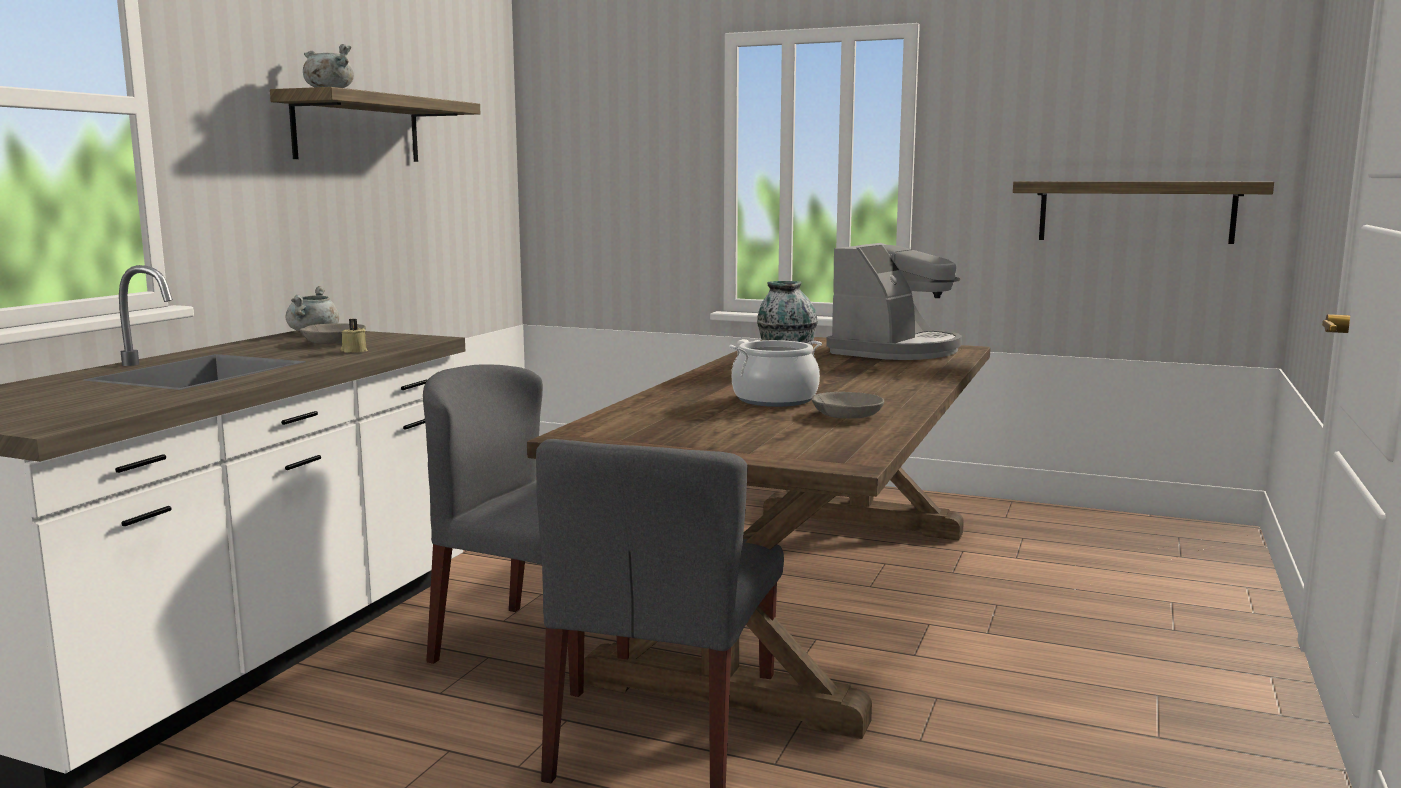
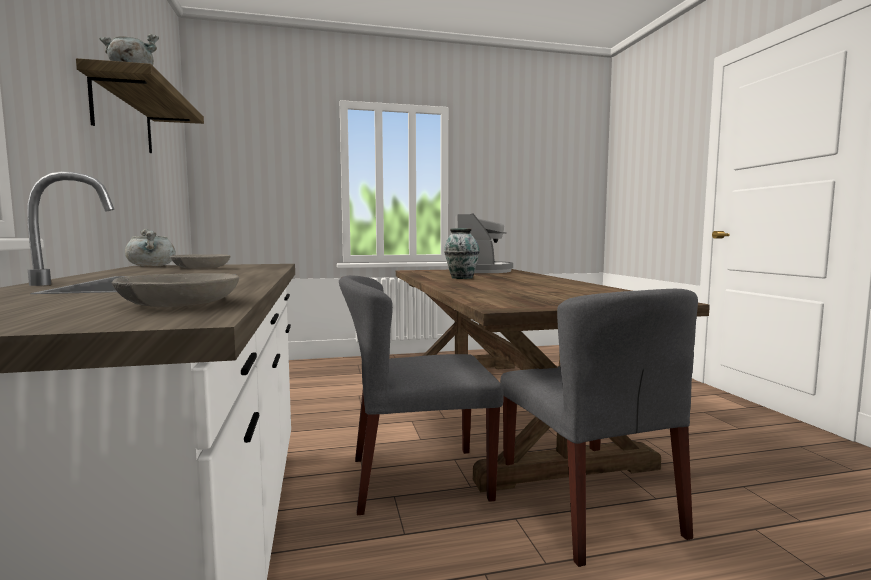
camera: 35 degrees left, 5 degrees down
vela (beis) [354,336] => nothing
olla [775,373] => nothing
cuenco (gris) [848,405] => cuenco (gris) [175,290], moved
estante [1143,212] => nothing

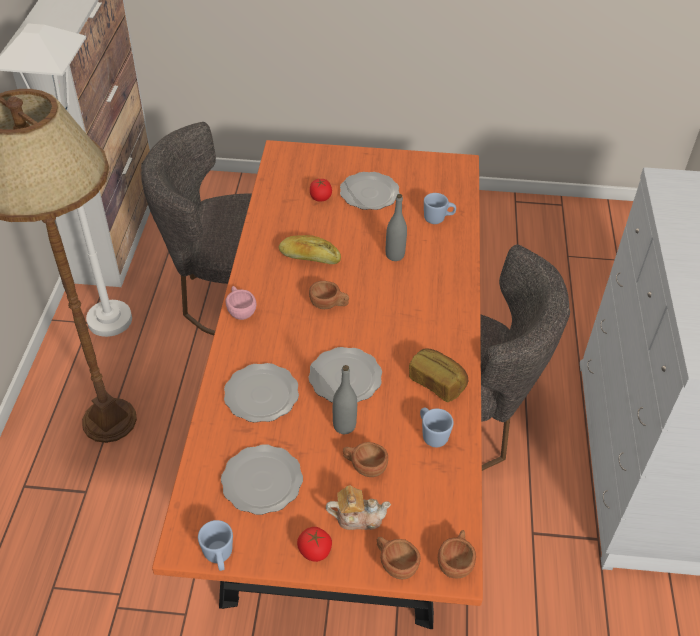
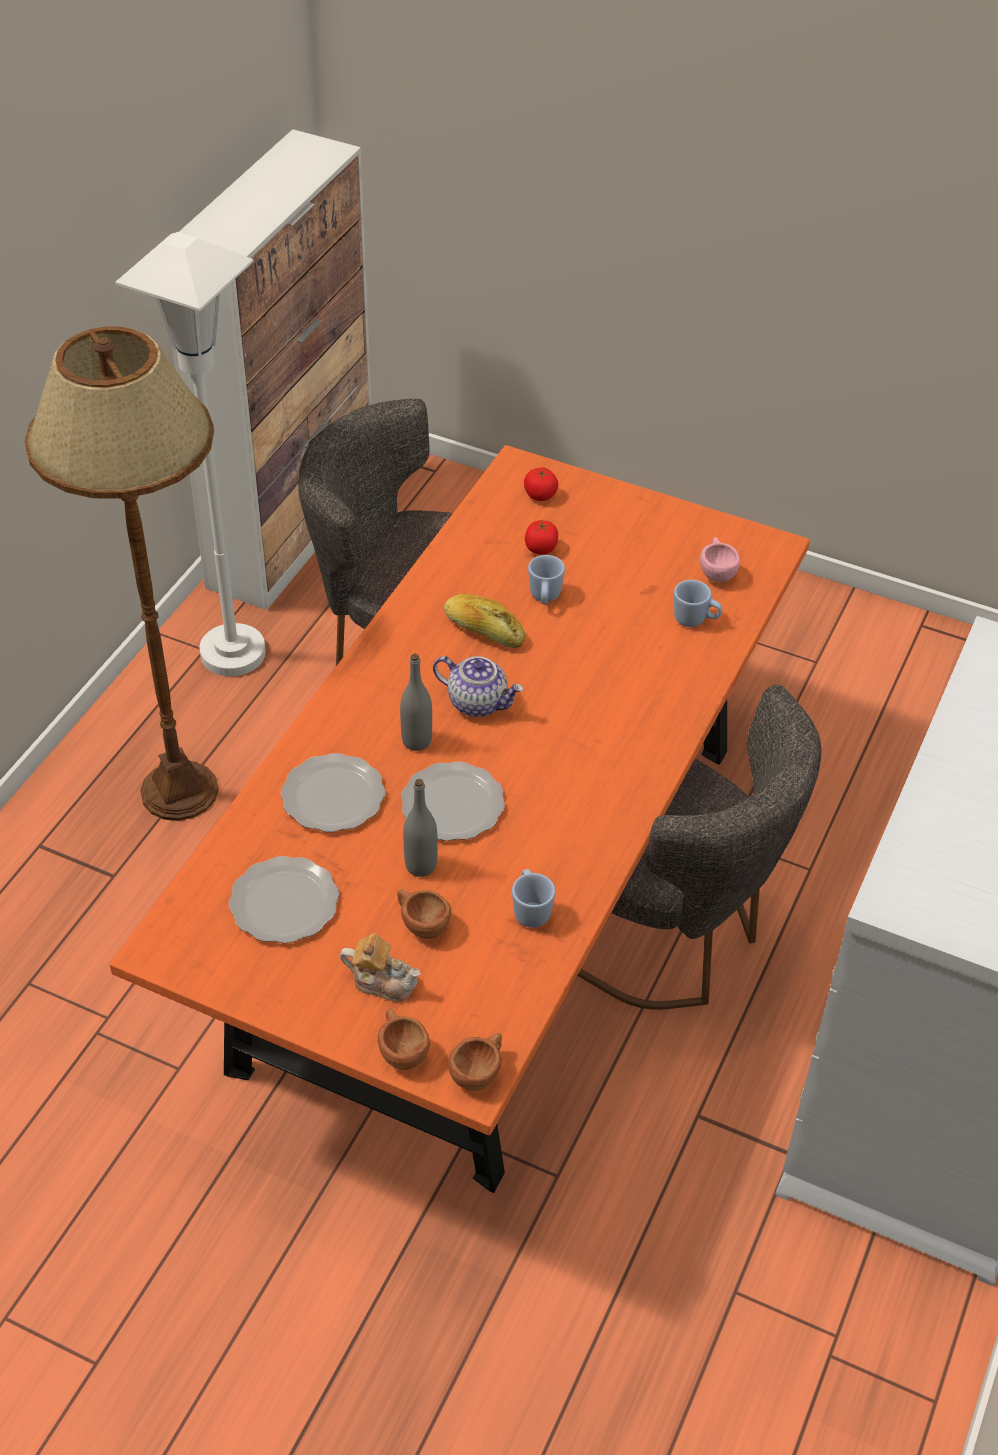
camera: 20 degrees right, 0 degrees up
taza grande (azul) [215,545] => taza grande (azul) [546,579], moved
taza (rosa) [241,303] => taza (rosa) [720,559], moved
tomate [314,544] => tomate [541,484], moved
taza (marrón) [329,295] => tetera [478,686]
plato [370,191] => nothing
botella (gris) [396,227] => botella (gris) [416,702], moved
pan [438,375] => nothing

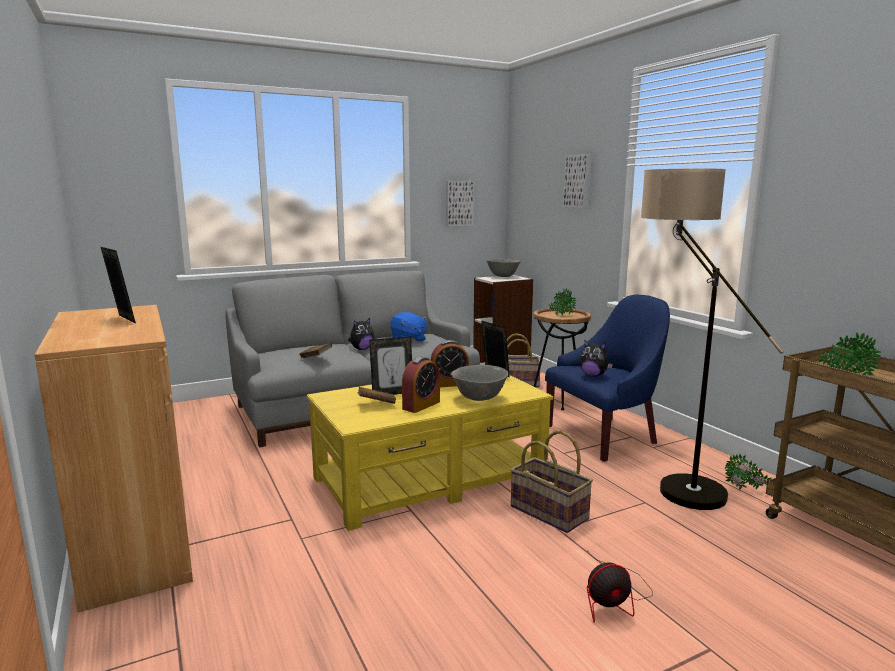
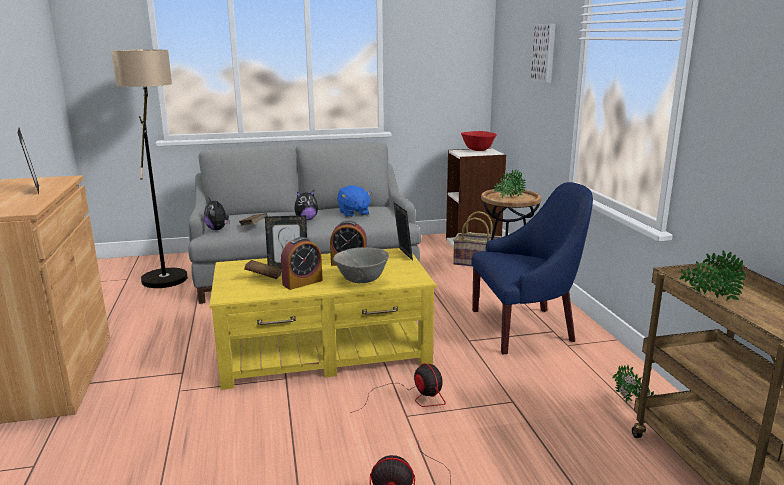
camera: 15 degrees right, 5 degrees up
cuadro [460,204] => nothing
cuenco (gris) [503,267] => cuenco (rojo) [479,141]
cesta [551,481] => ventilador [398,388]
peluche [596,358] => peluche [216,213], moved
lámpara de pie [712,339] => lámpara de pie [149,168], moved

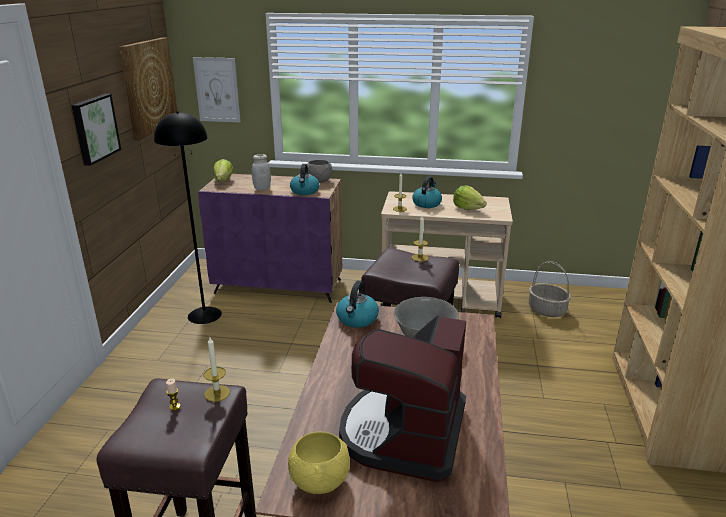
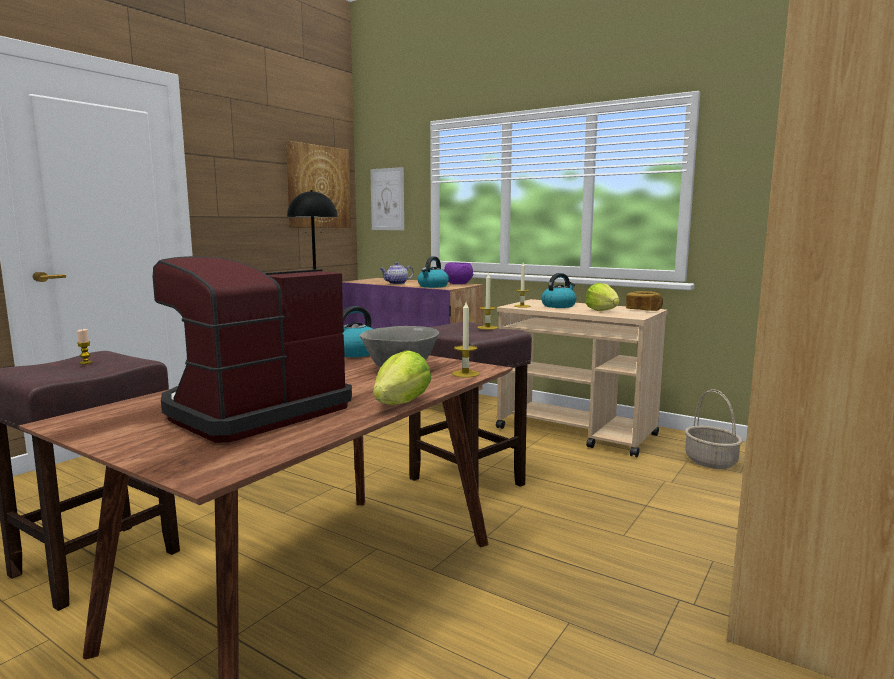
camera: 25 degrees right, 15 degrees down
cuadro [96,130] => nothing
vela [216,369] => vela [465,340], moved
lechuga [223,170] => lechuga [402,377], moved
tarro (blanco) [261,172] => tetera [397,273]
cuenco (amarillo) [319,463] => nothing
cuenco (gris) [320,171] => cuenco (morado) [458,273]
nothing => pan [644,301]

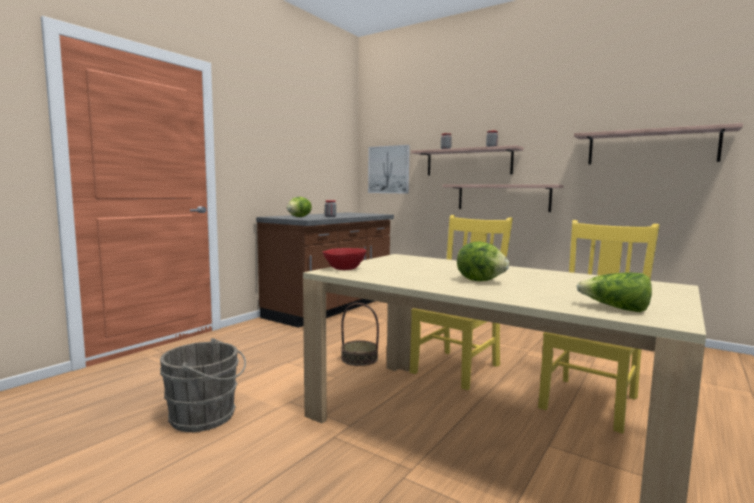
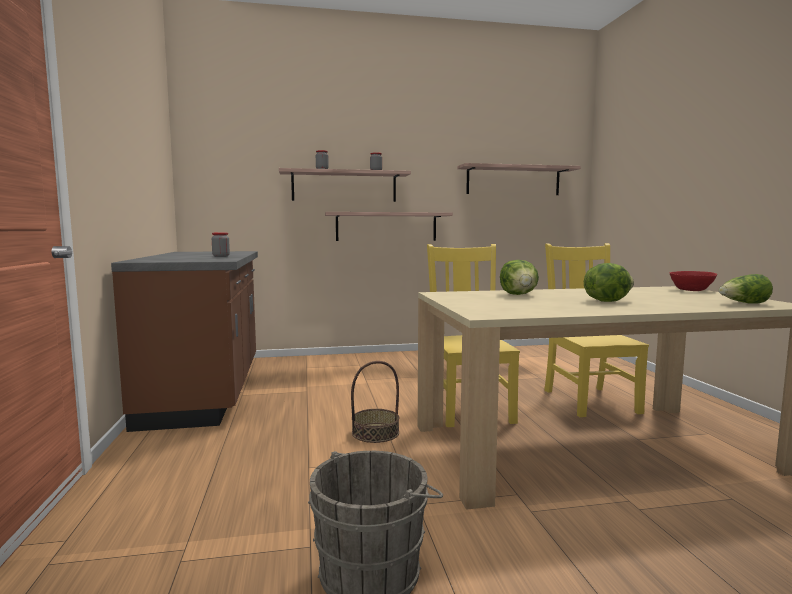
camera: 45 degrees left, 0 degrees up
lechuga [299,207] => lechuga [519,277], moved
cuenco (rojo) [344,259] => cuenco (rojo) [693,281], moved
cuadro [389,169] => nothing

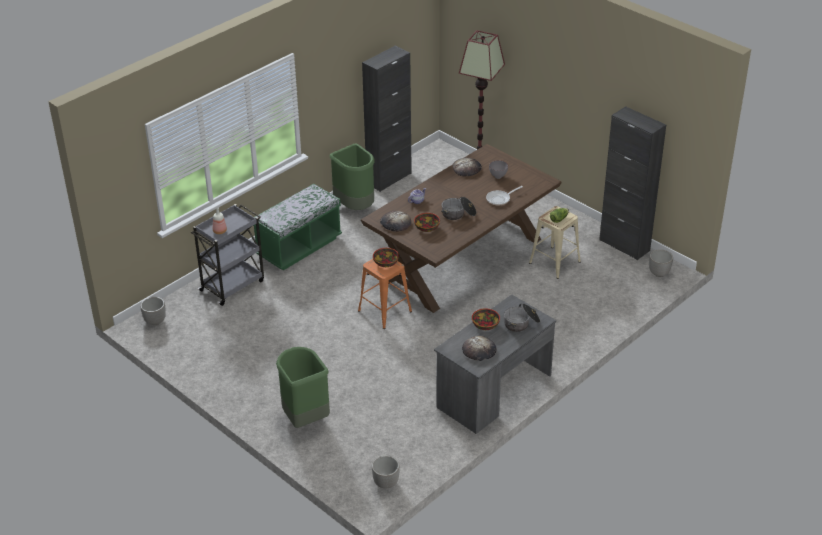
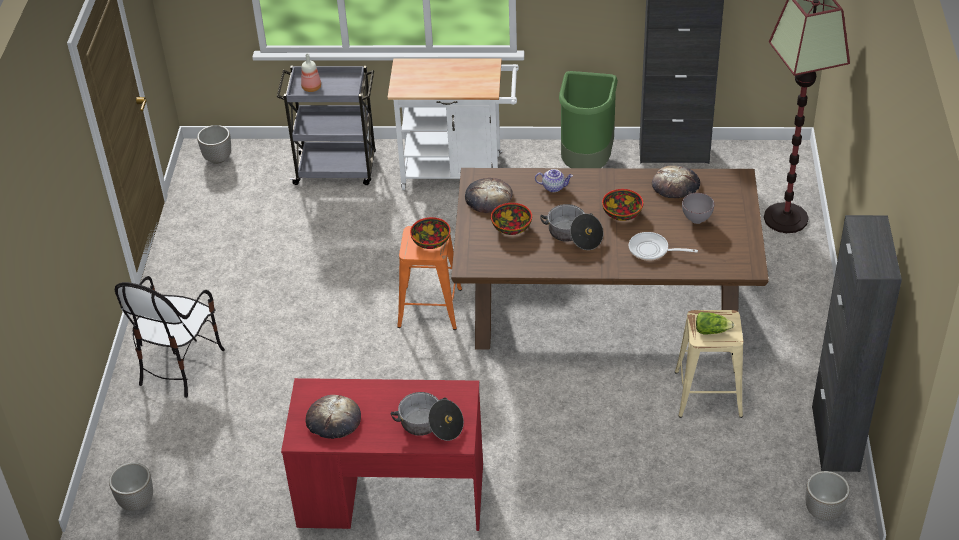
camera: 50 degrees right, 5 degrees up
banco (verde) [297,227] => carrito (blanco) [453,124]
papelera (verde) [303,387] => silla [170,337]
escritorio (gris) [495,364] => escritorio (rojo) [382,454]
cuenco [486,319] => cuenco [622,205], moved

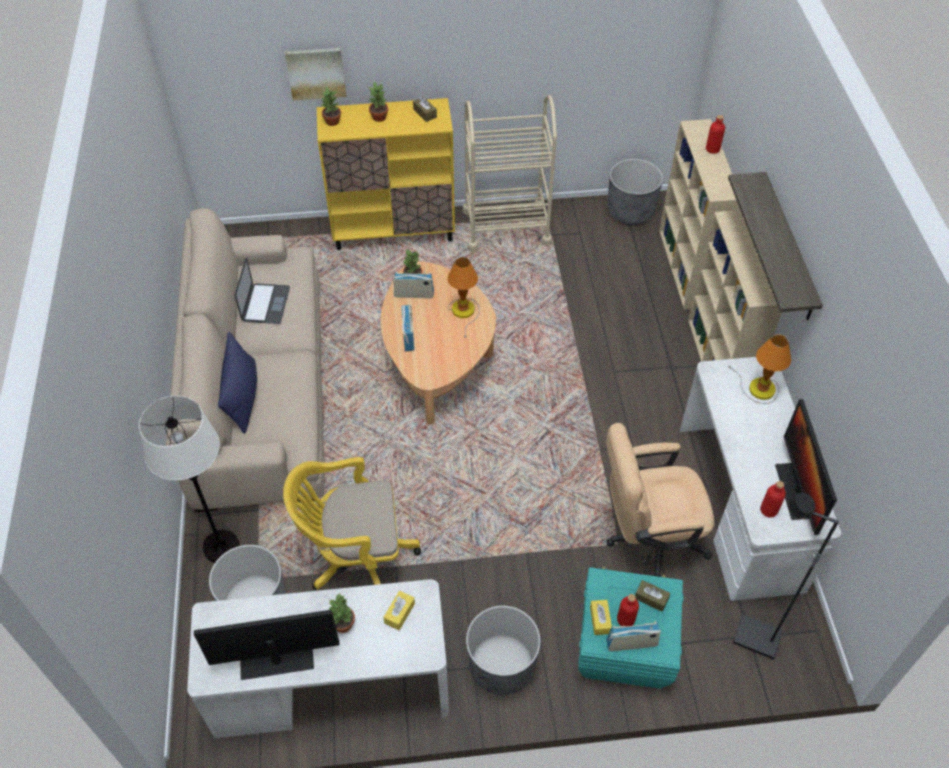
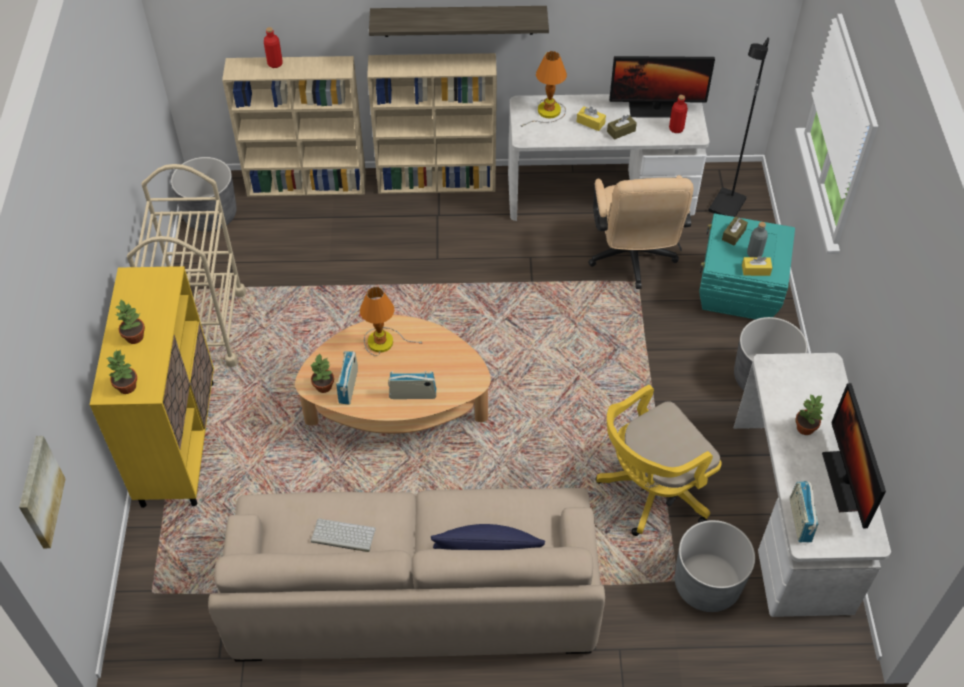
camera: 85 degrees left, 0 degrees up
lámpara de pie (blanco) [189,479] => nothing
portátil [262,291] => teclado [343,535]
silla de oficina (amarillo) [352,523] => silla de oficina (amarillo) [658,460], 60 degrees clockwise
cuadro [315,74] => cuadro [42,492], moved
caja de pañuelos (amarillo) [399,610] => caja de pañuelos (amarillo) [591,118], moved
caja de pañuelos (marrón) [425,109] => caja de pañuelos (marrón) [622,127], moved
radio [633,636] => radio [804,511], moved
botella (rojo) [628,610] => botella (gris) [757,239]

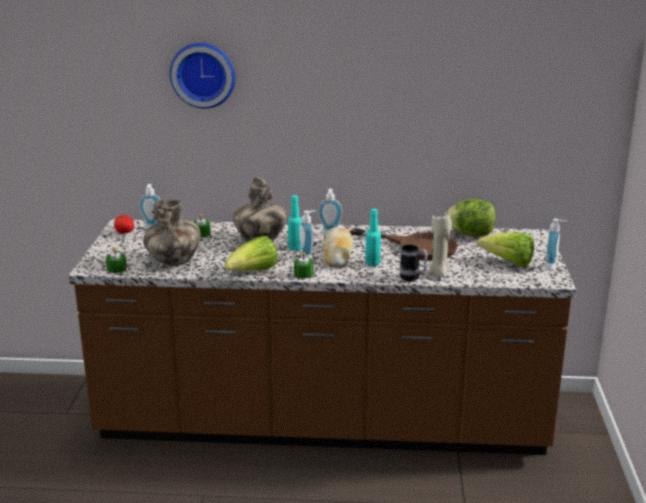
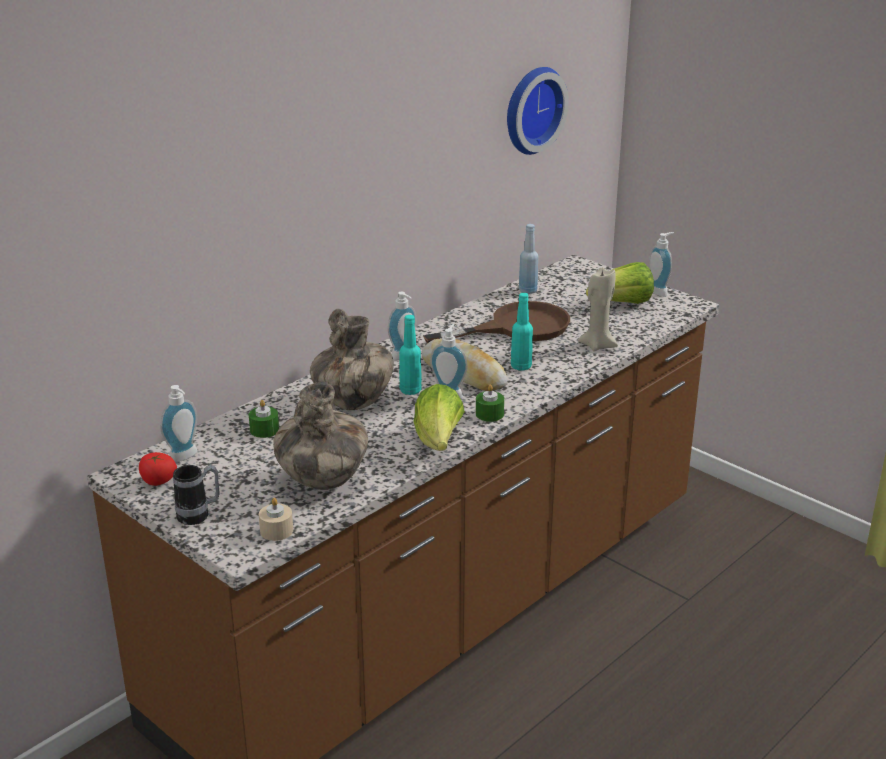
camera: 50 degrees left, 5 degrees up
vela (verde) [116,260] => vela (beis) [276,519]
reloj de pared [202,76] => reloj de pared [538,111], moved
taza grande [414,263] => taza grande [196,495], moved
lechuga [469,217] => botella (azul) [528,259]

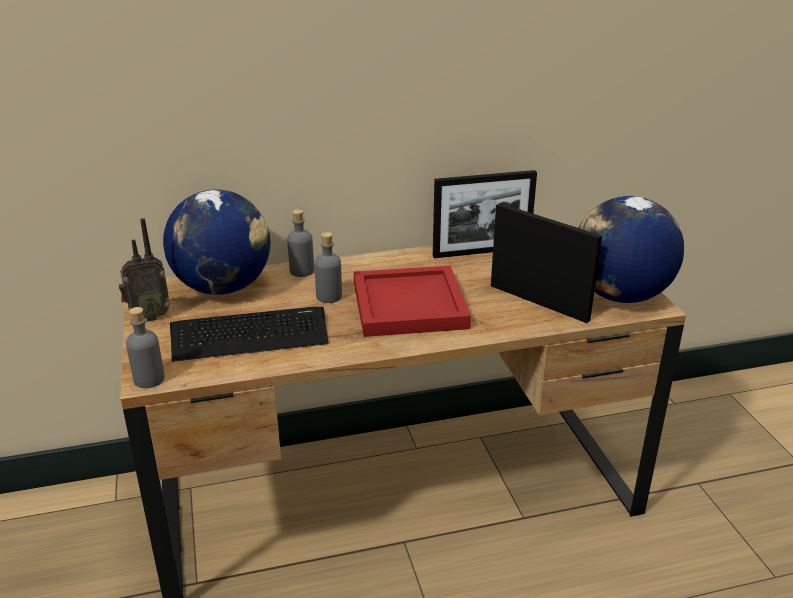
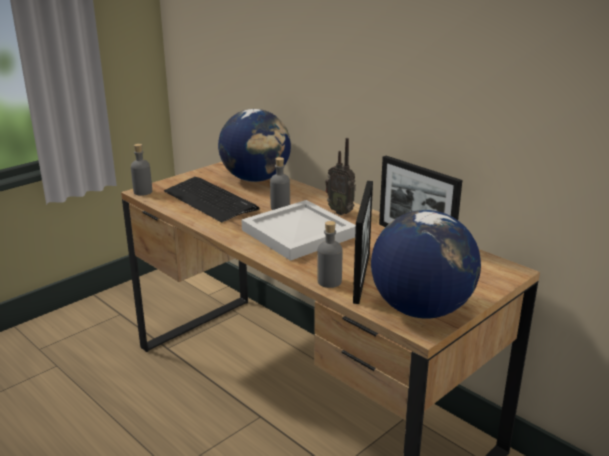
camera: 60 degrees right, 5 degrees down
radio [144,270] => radio [340,176], moved
botella (gris) [300,243] => botella (gris) [329,254], moved
bandeja (rojo) [412,301] => bandeja (blanco) [298,230]

